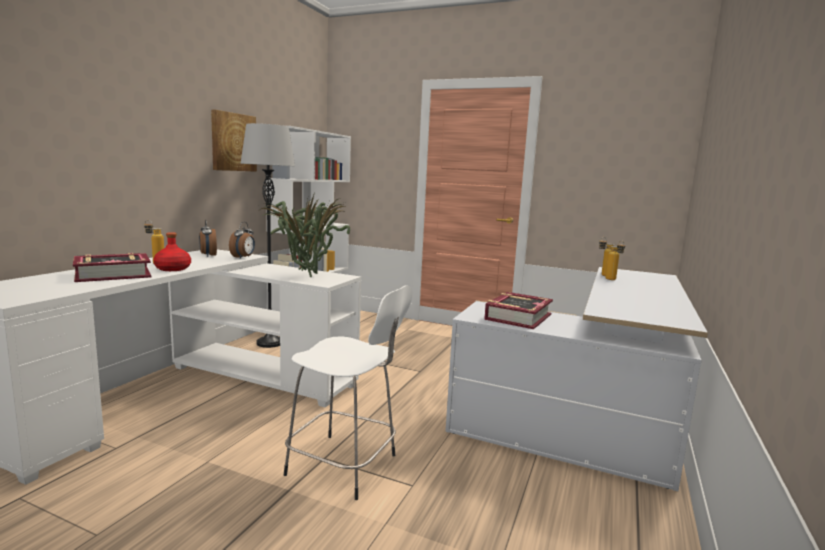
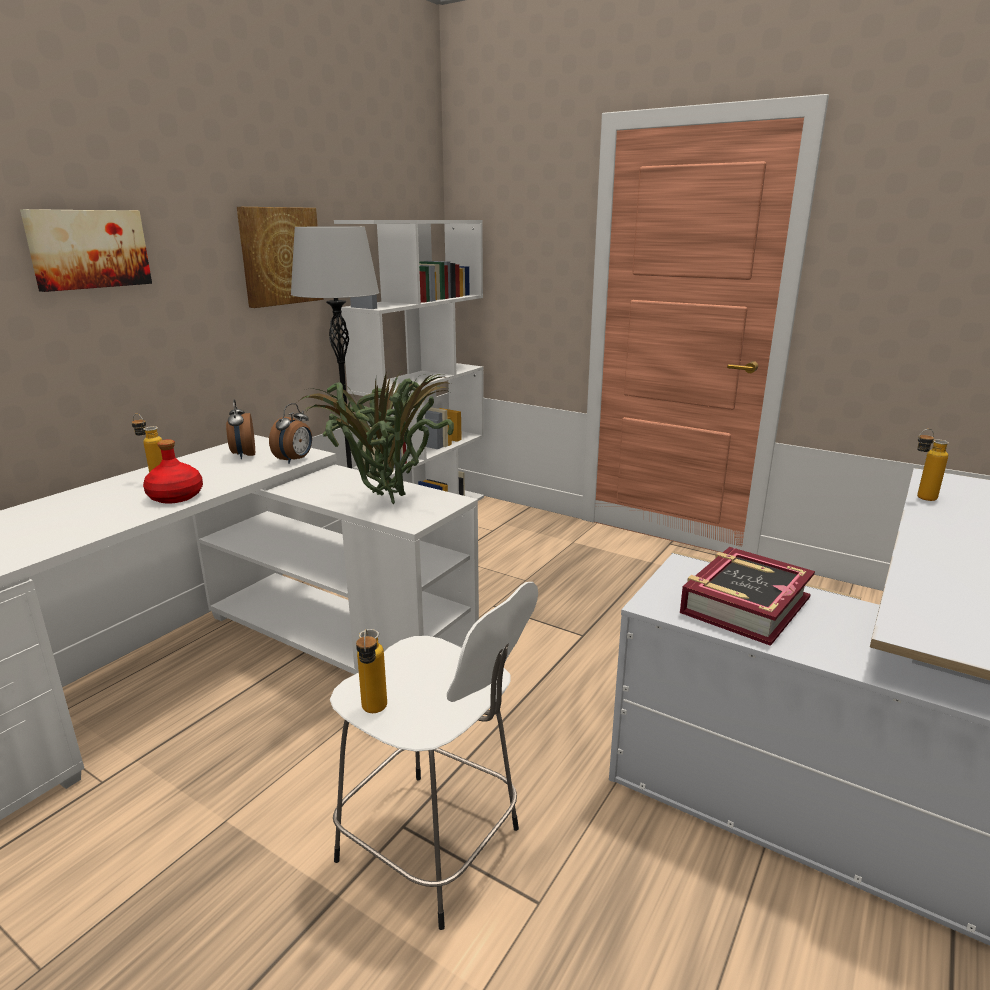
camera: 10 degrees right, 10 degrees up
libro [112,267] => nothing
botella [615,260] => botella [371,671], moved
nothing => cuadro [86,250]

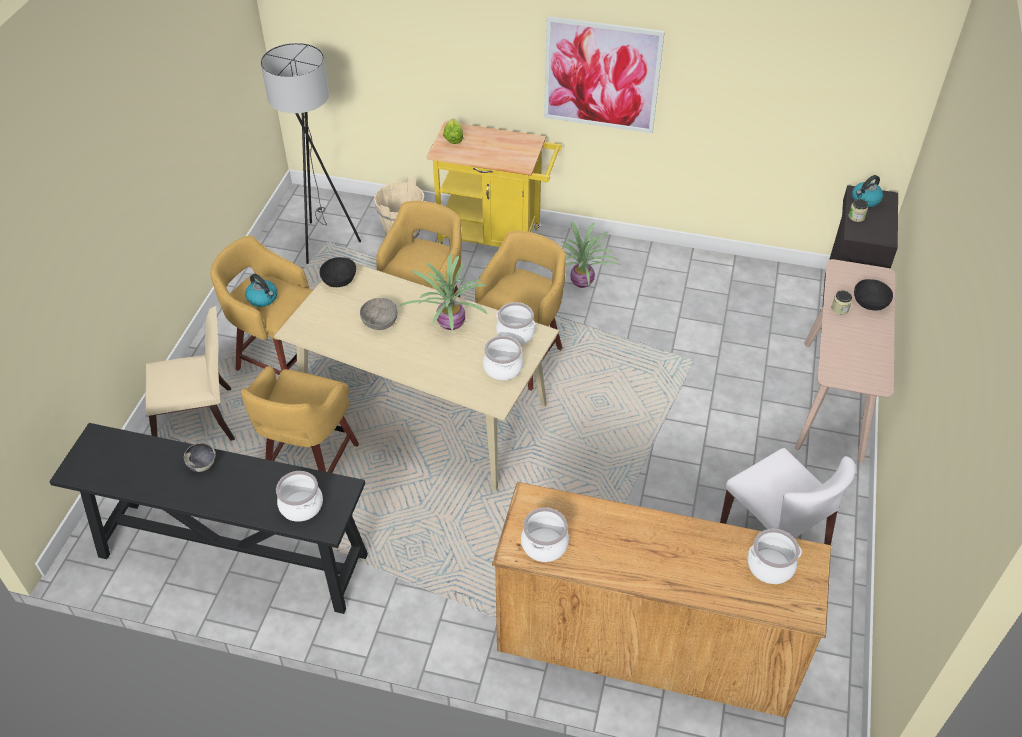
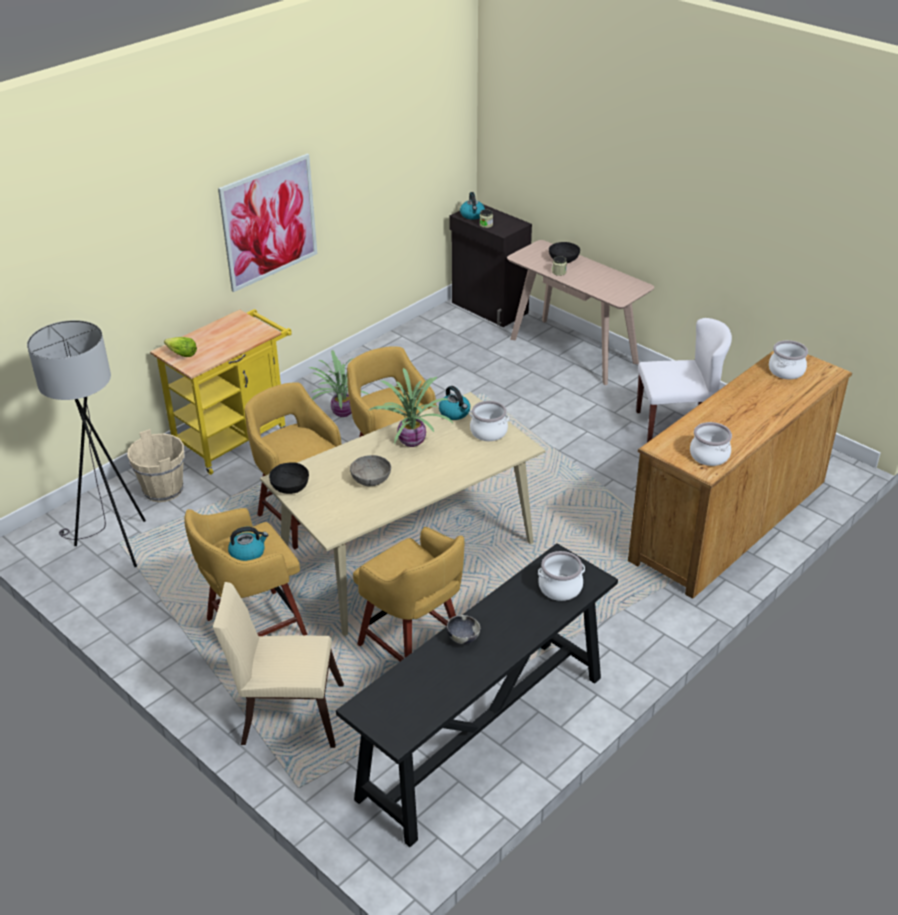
camera: 60 degrees left, 10 degrees down
silla (beis) [190,373] => silla (beis) [278,665], 105 degrees counterclockwise
olla [515,323] => hervidor [454,403]

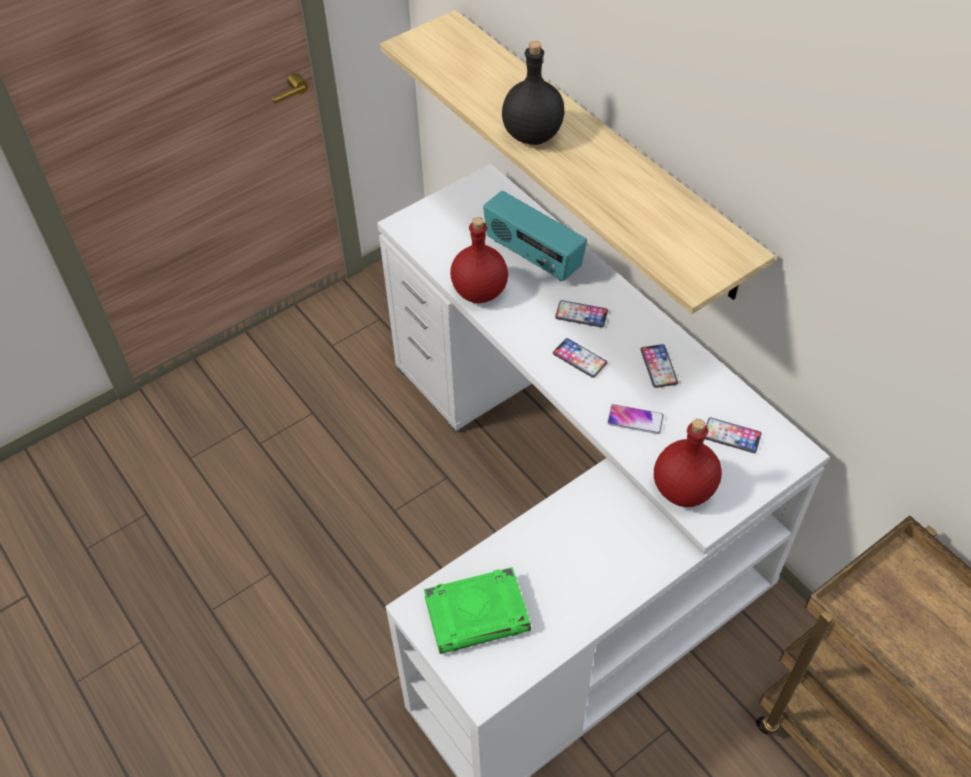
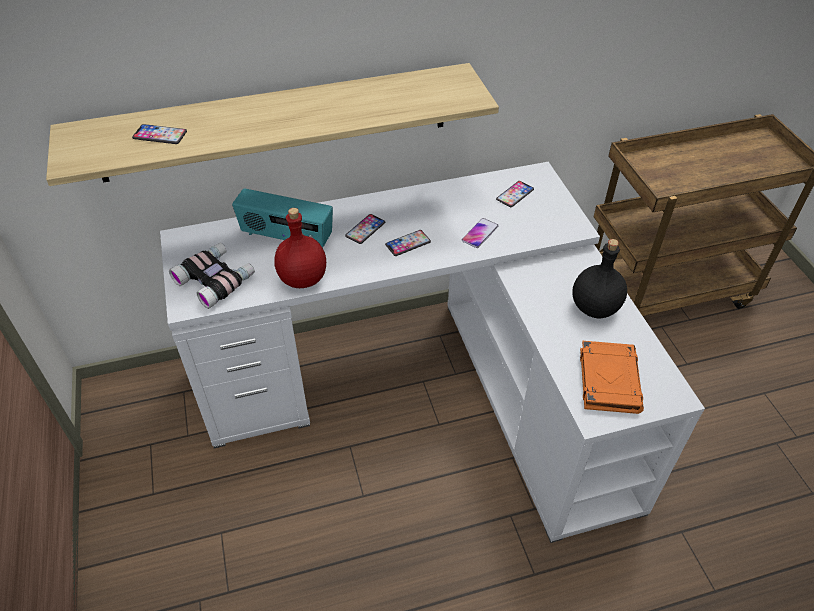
camera: 70 degrees left, 5 degrees down
libro (verde) [477,610] => libro (naranja) [612,377]
radio [535,236] => radio [282,218], 45 degrees clockwise
botella (negro) [533,93] => botella (negro) [599,278], moved
móvil [659,366] => móvil [159,134], moved
botella (rojo) [688,463] => nothing
nothing => prismáticos [212,276]

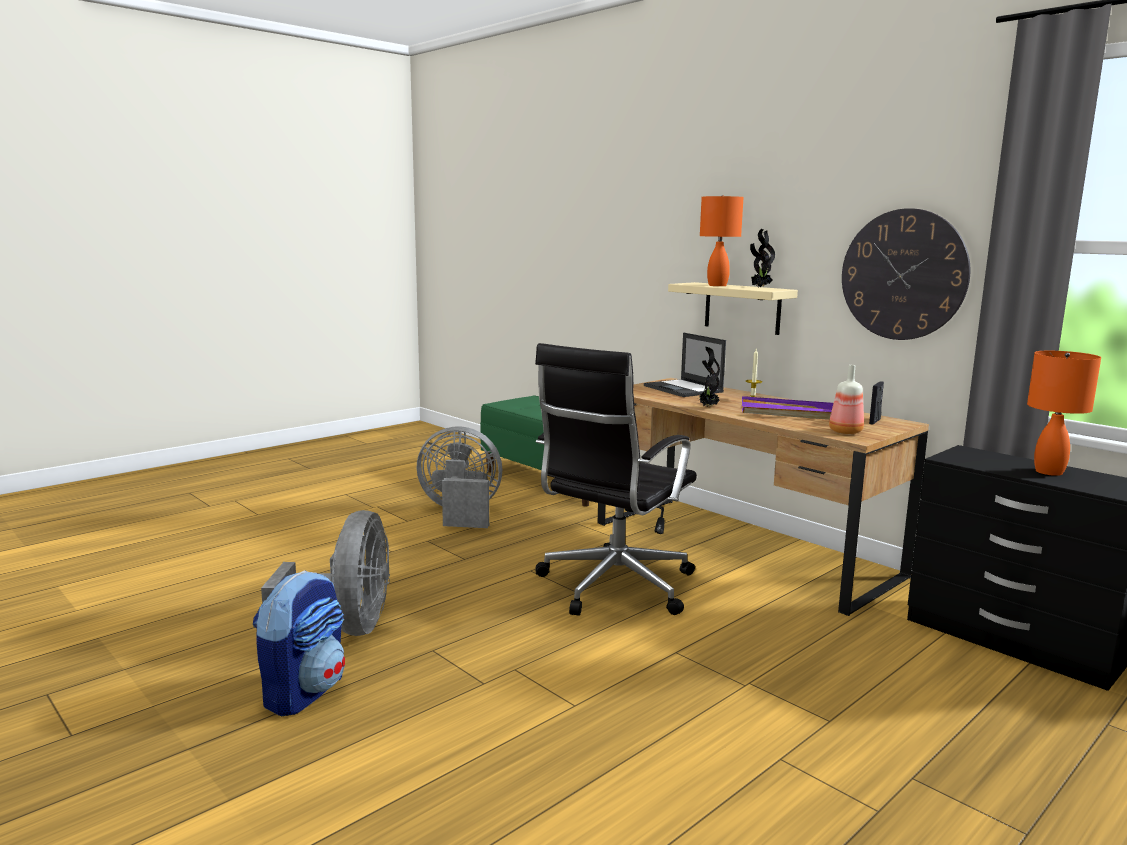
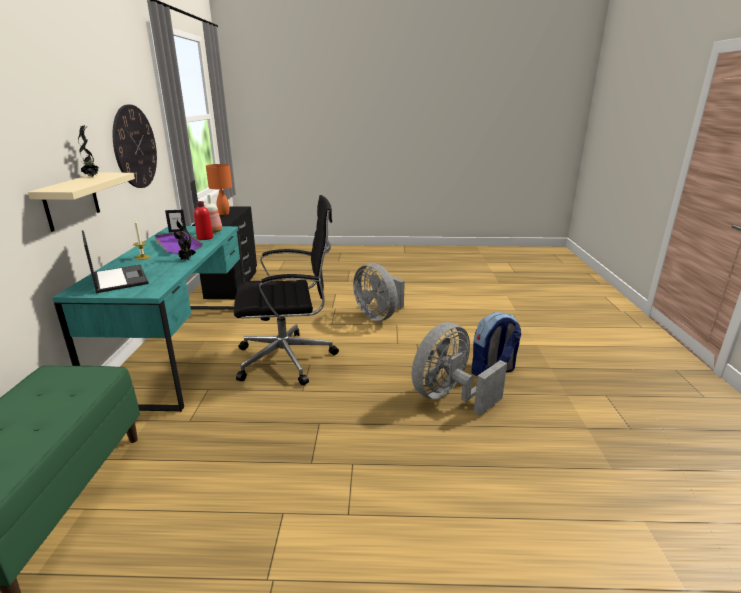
camera: 135 degrees left, 10 degrees up
ventilador (gris) [459,477] => ventilador (gris) [379,292], moved
escritorio (marrón) [763,497] => escritorio (turquesa) [148,319]
portátil [685,365] => portátil [115,261], 45 degrees counterclockwise
lámpara de mesa (naranja) [722,240] => nothing
nothing => botella (rojo) [203,220]

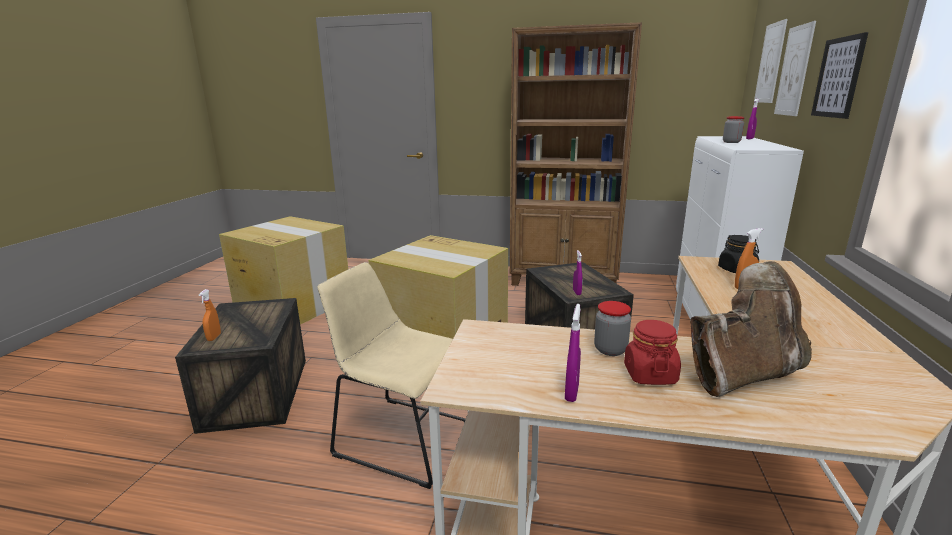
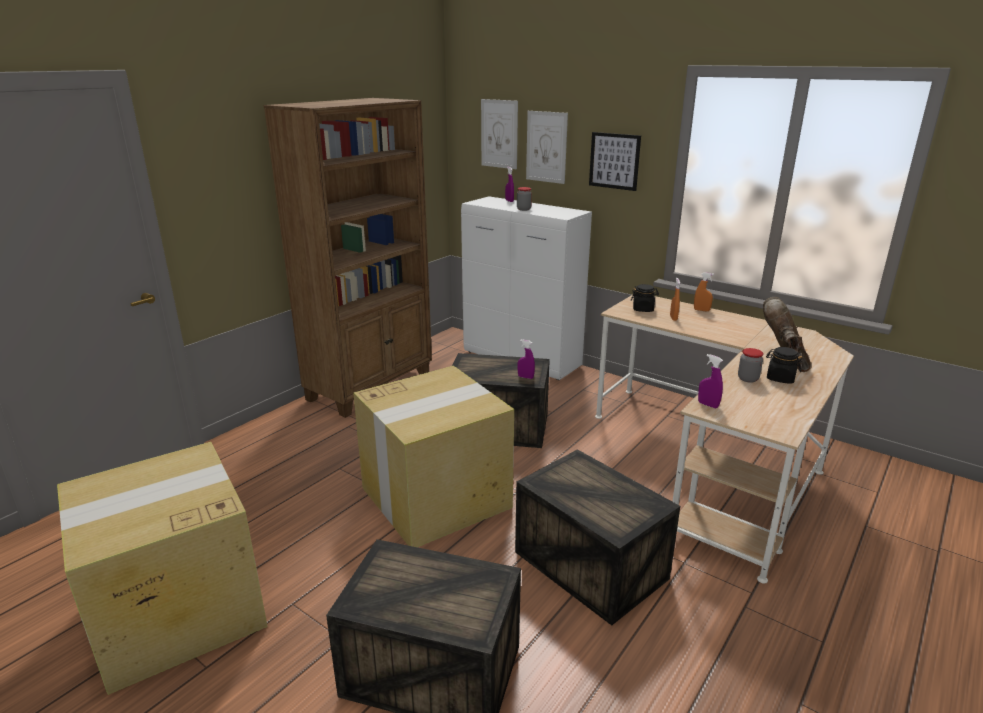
camera: 65 degrees left, 5 degrees up
pulverizador (naranja) [210,315] => pulverizador (naranja) [704,291], moved
silla (beis) [392,375] => caja de embalaje [597,537]
pulverizador (morado) [573,353] => pulverizador (morado) [710,381], moved
tarro (rojo) [652,352] => tarro (negro) [784,365]

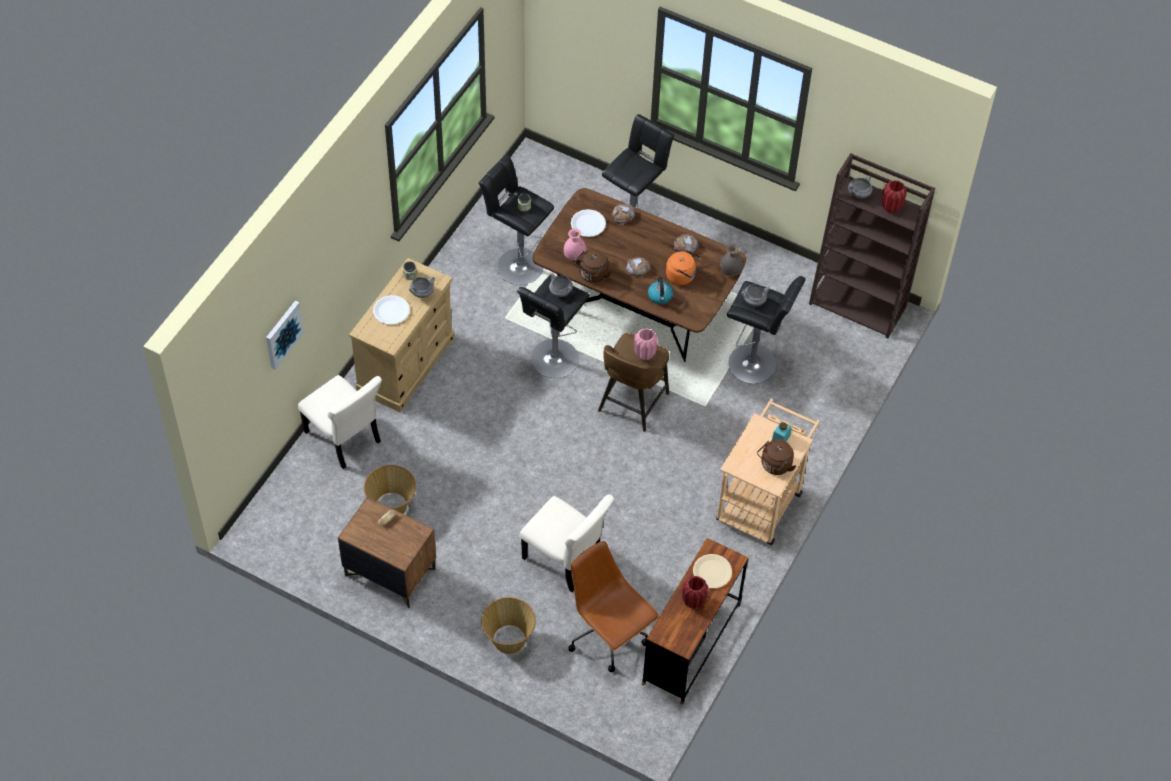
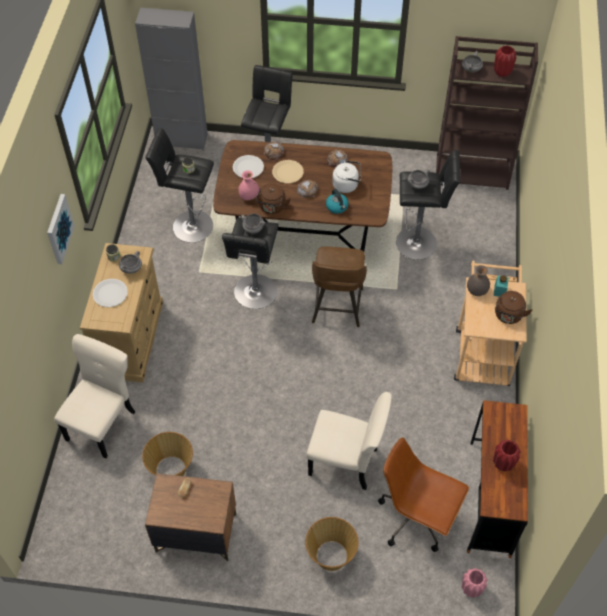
camera: 20 degrees left, 0 degrees up
cuadro [285,335] => cuadro [61,229], moved
silla (beis) [340,422] => silla (beis) [94,396], 90 degrees counterclockwise
florero (rosa) [646,344] => florero (rosa) [474,583], moved
hervidor (naranja) [683,267] => hervidor (blanco) [346,176]
plato (beis) [712,571] => plato (beis) [288,171], moved
florero (gris) [731,260] => florero (gris) [478,280], moved
nothing => armario (gris) [171,78]

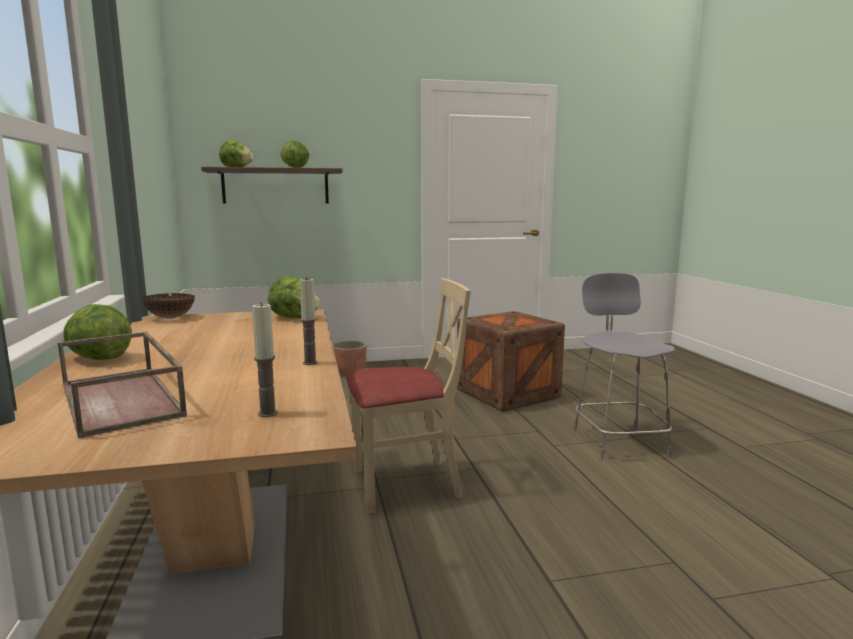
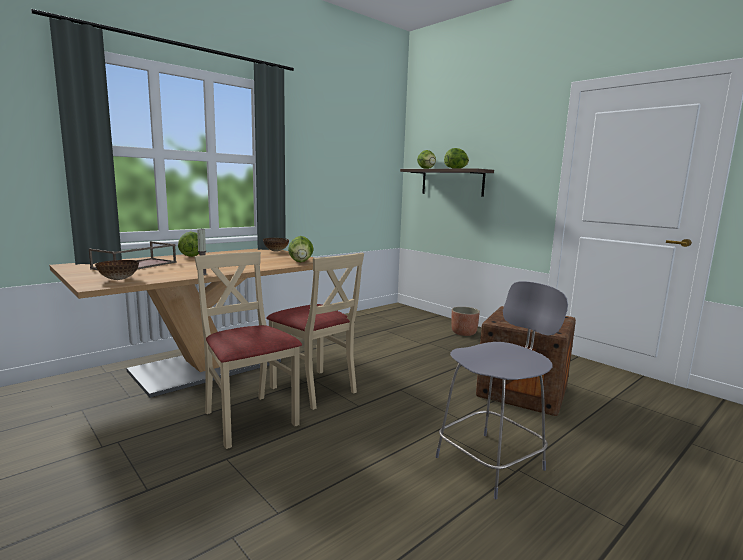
camera: 60 degrees right, 0 degrees up
vela [265,359] => cuenco [117,270]
nothing => silla (beis) [248,350]

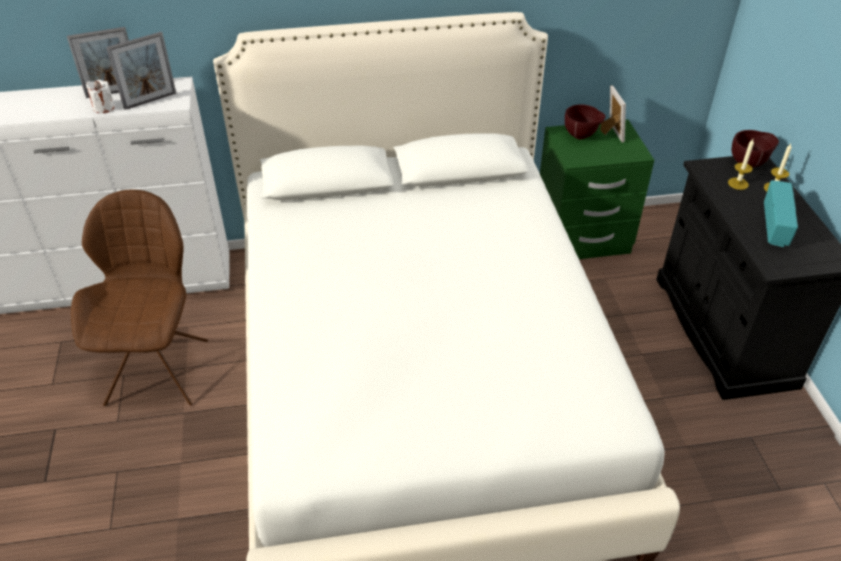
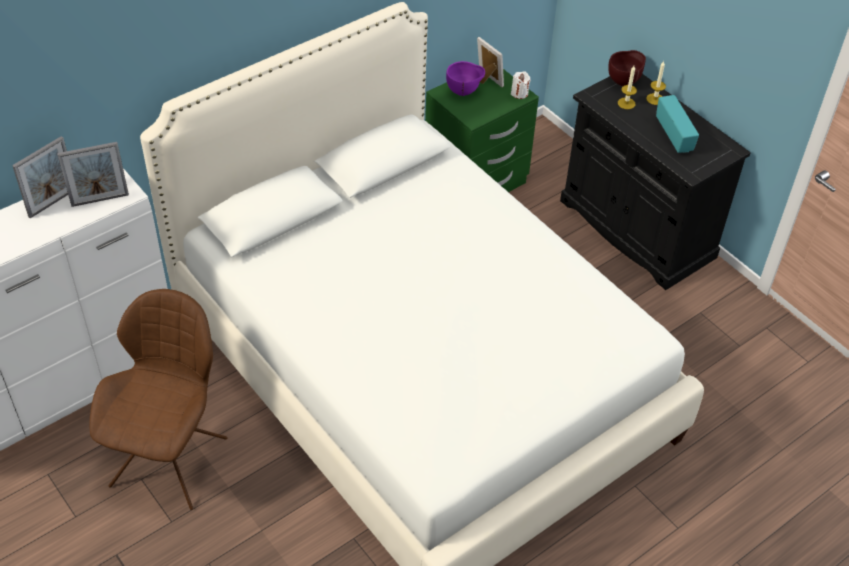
camera: 30 degrees left, 5 degrees up
silla (marrón) [139,297] => silla (marrón) [158,399], 45 degrees clockwise
vela (blanco) [100,96] => vela (blanco) [521,85], moved
portarretratos [141,71] => portarretratos [93,174], 45 degrees clockwise
cuenco (marrón) [585,121] => cuenco (morado) [465,78]

